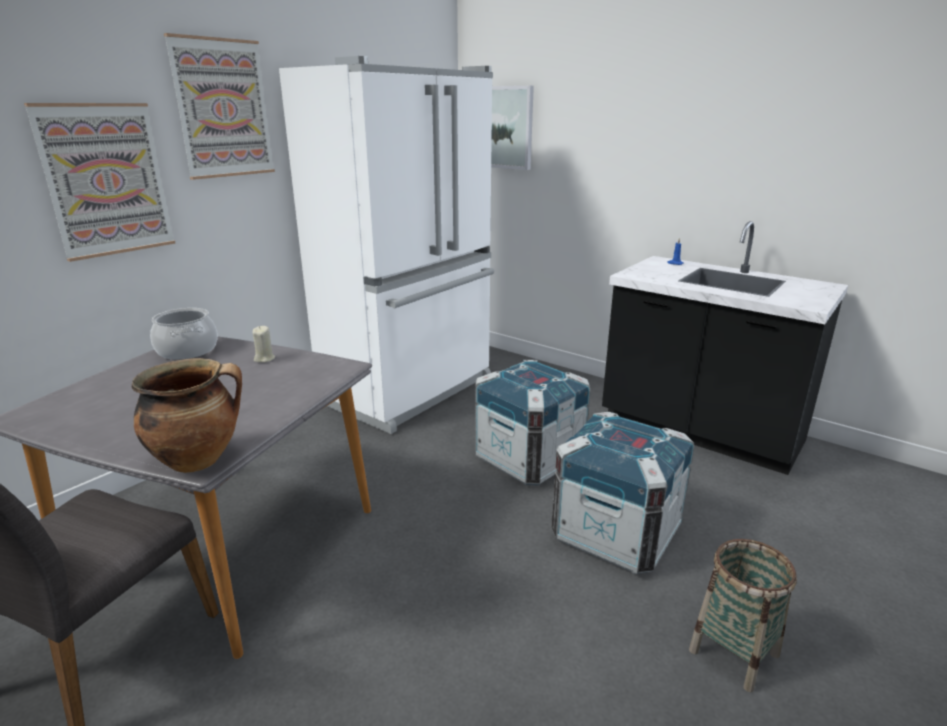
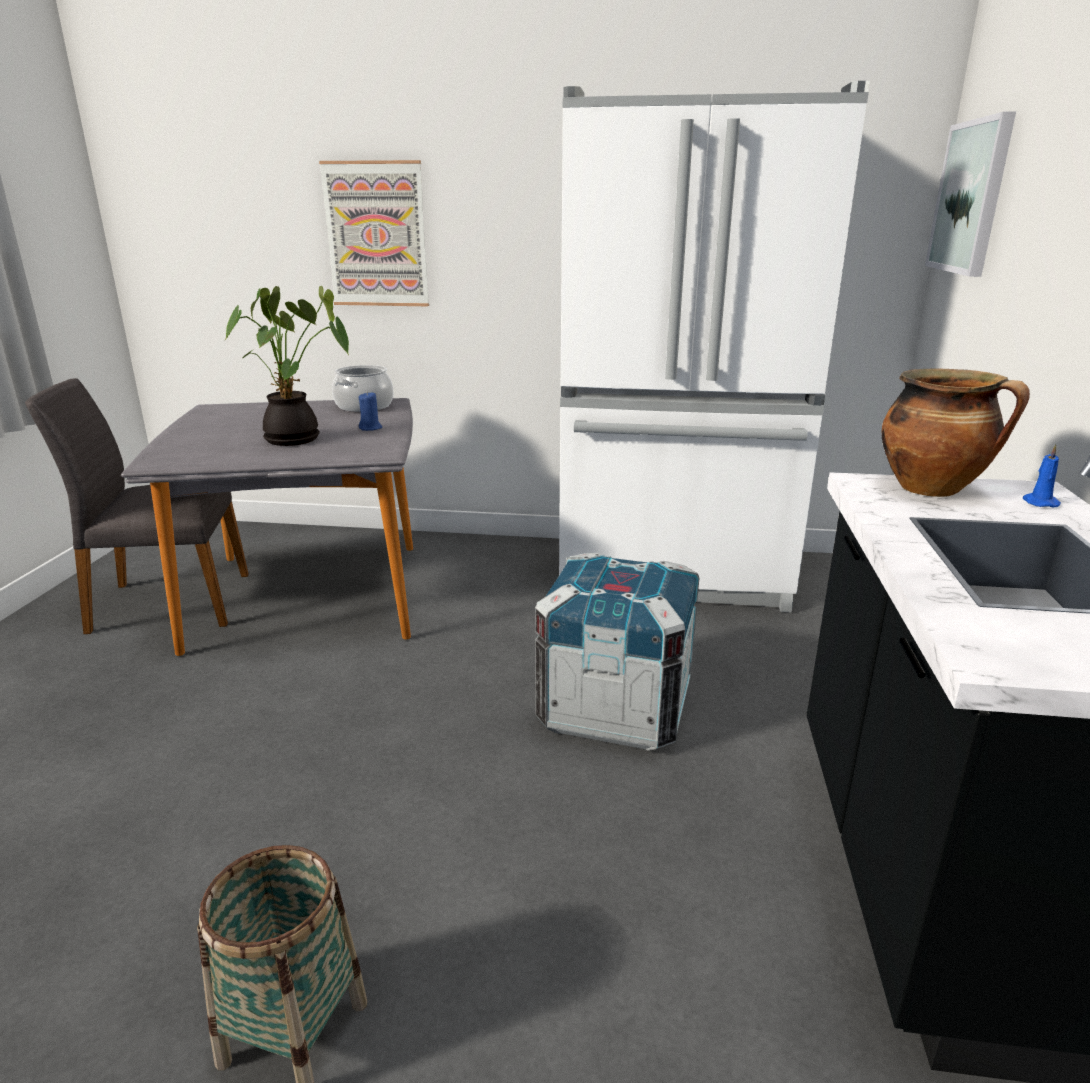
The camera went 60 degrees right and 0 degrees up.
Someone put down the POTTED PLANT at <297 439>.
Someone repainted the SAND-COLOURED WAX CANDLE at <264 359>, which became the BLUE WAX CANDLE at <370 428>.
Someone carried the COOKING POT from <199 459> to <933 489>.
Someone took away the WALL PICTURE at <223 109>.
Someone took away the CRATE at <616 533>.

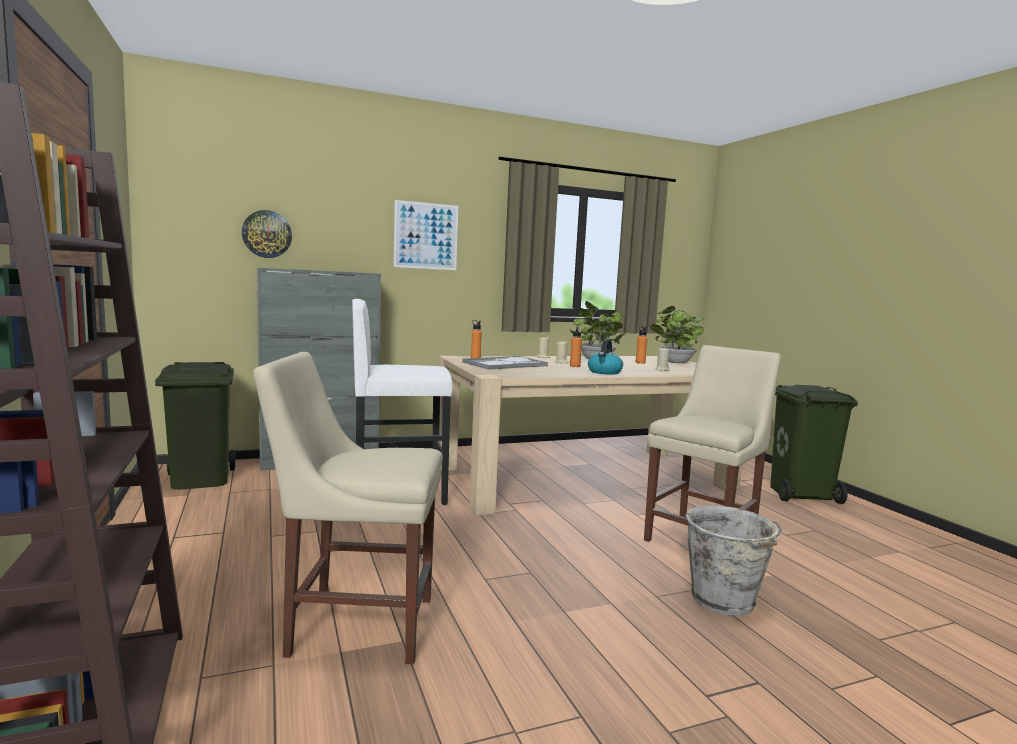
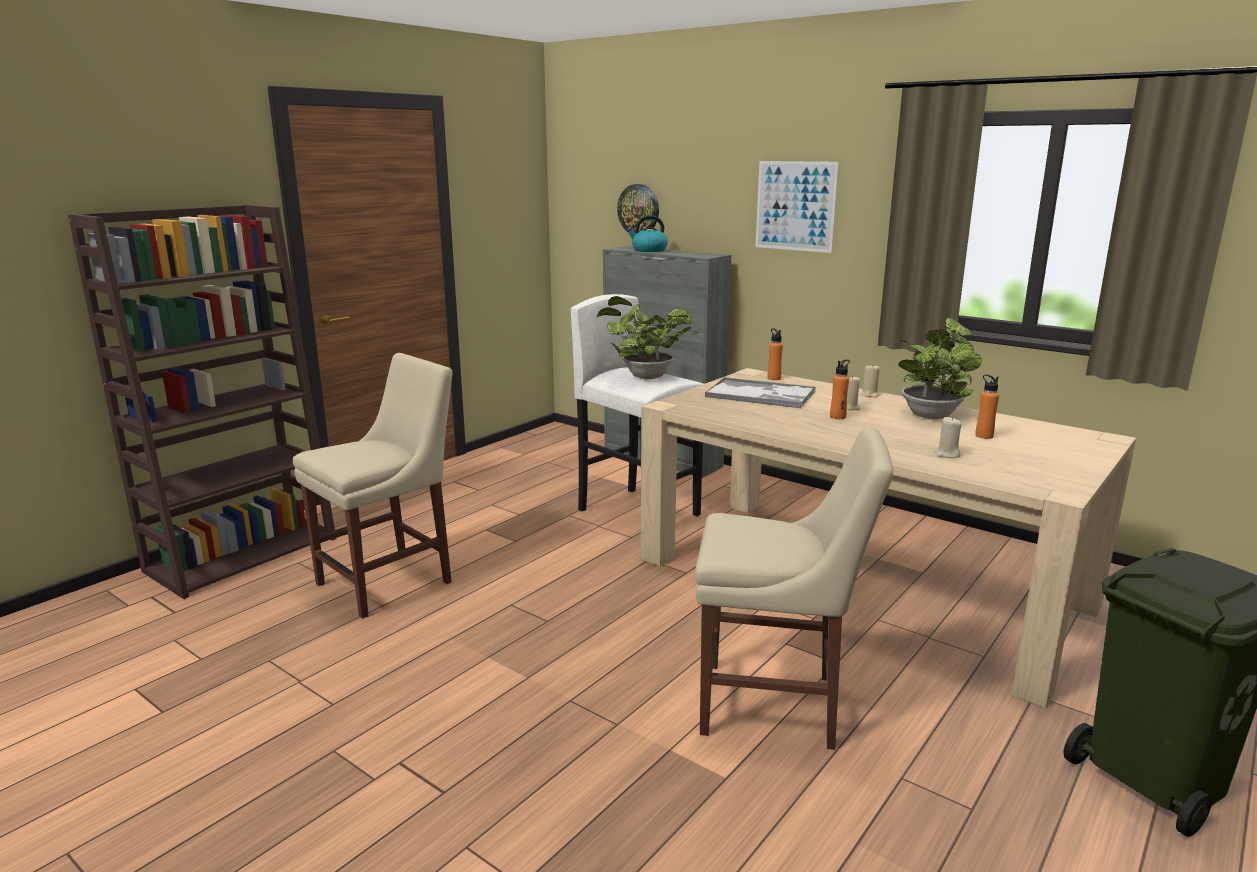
The camera went 60 degrees right and 10 degrees up.
Someone rotated the SAND-COLOURED PLAIN CHAIR at <354 624> by 75 degrees clockwise.
Someone carried the POTTED PLANT from <675 362> to <643 376>.
Someone carried the WATER KETTLE from <604 372> to <648 250>.
Someone took away the GREEN RUBBISH BIN at <199 479>.
Someone took away the GRAY WATER BUCKET at <724 601>.

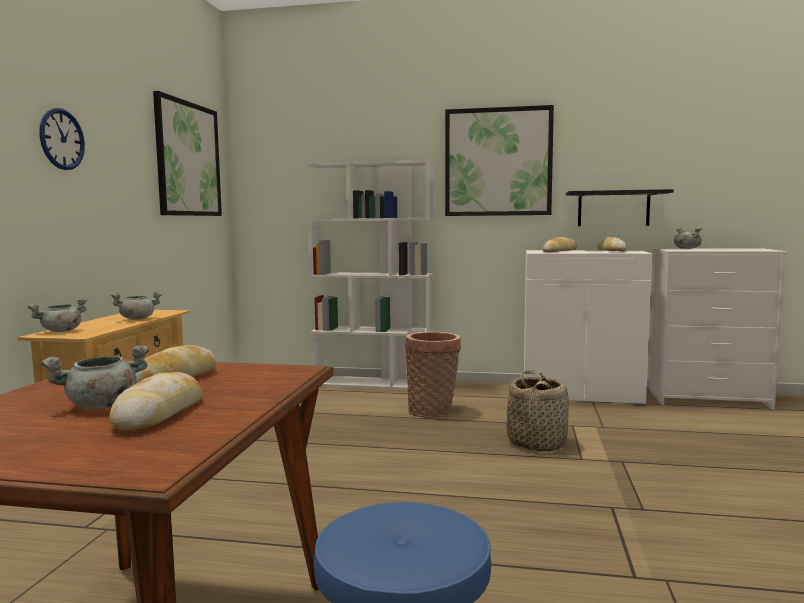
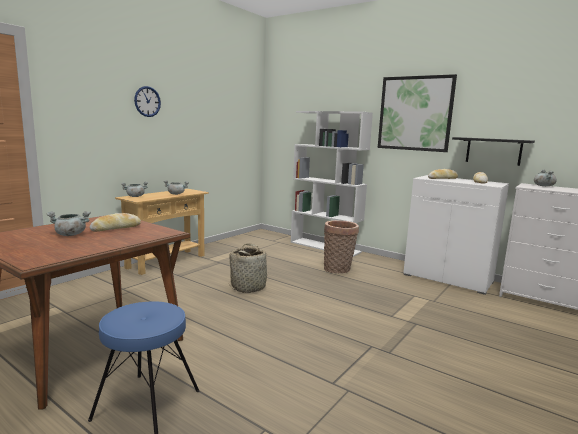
The camera went 25 degrees right and 5 degrees up.
Someone carried the BASKET from <537 442> to <248 287>.
Someone took away the BAKED BREAD at <160 414>.
Someone took away the WALL PICTURE at <188 159>.

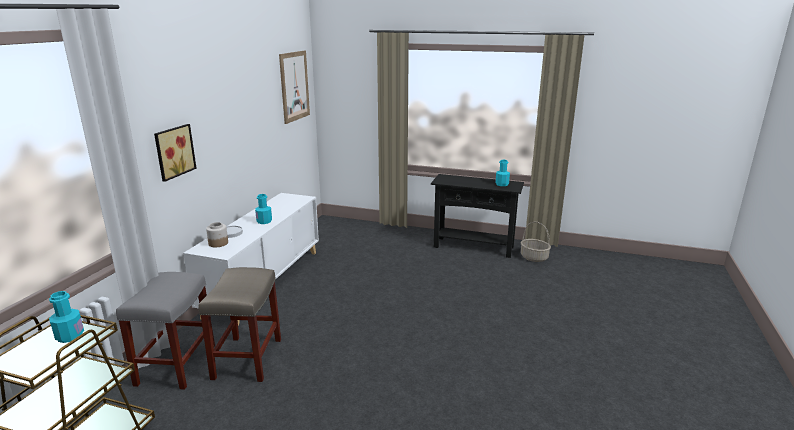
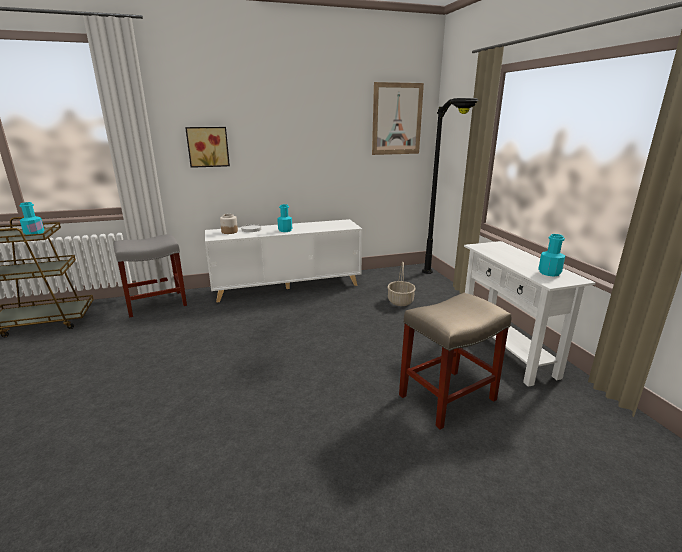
The camera went 55 degrees right and 0 degrees up.
Someone carried the BASKET from <533 257> to <400 301>.
Someone carried the SAND-COLOURED STOOL SEAT from <247 358> to <448 397>.
Someone put down the BLACK-COLOURED STANDARD LAMP at <439 284>.
Someone repainted the BLACK-COLOURED NARROW TABLE at <473 247>, which became the WHITE NARROW TABLE at <506 351>.

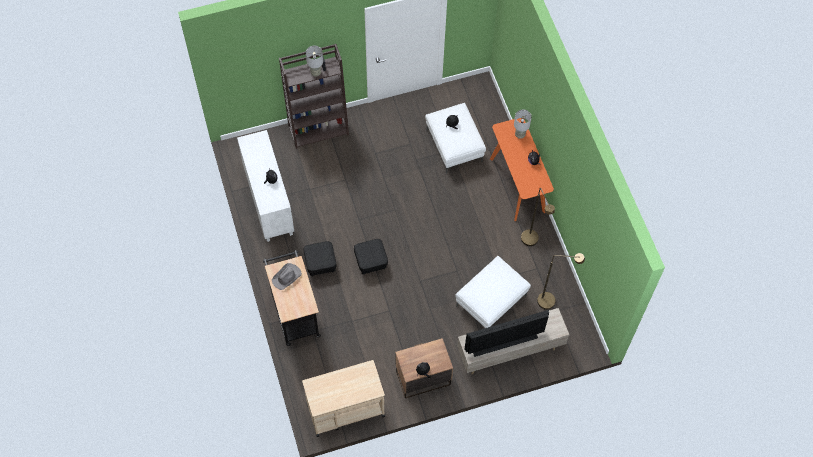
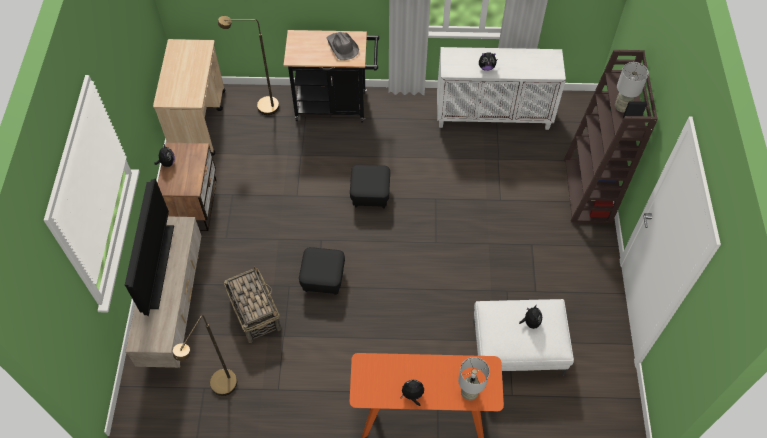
The camera went 110 degrees right and 5 degrees down.
Someone carried the BROWNISH STANDARD LAMP from <532 242> to <261 107>.
Someone swapped the WHITE OTTOMAN at <491 302> for the BASKET at <255 312>.
Someone carried the BLACK-COLOURED OTTOMAN from <320 264> to <323 279>.

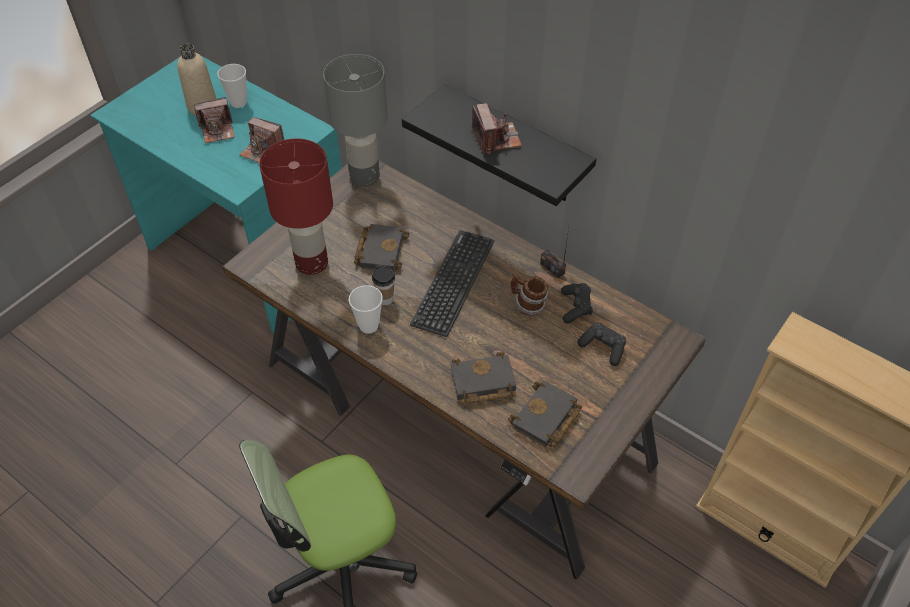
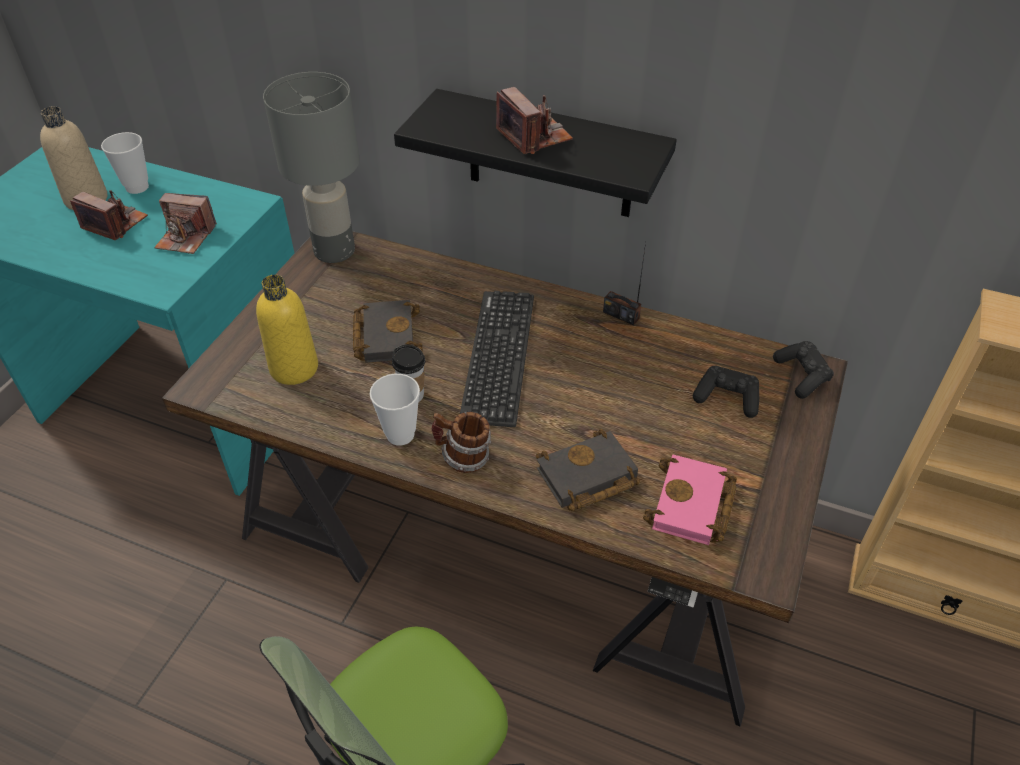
The camera went 15 degrees left and 5 degrees down.
Someone rotated the PHOTO CAMERA at <218 130> by 120 degrees counterclockwise.
Someone swapped the RED-COLOURED LAMP FOR A TABLE at <312 262> for the YELLOW BEVERAGE BOTTLE at <294 368>.
Someone carried the MUG from <527 305> to <463 458>.
Someone repainted the BLACK-COLOURED VOLUME at <546 419>, which became the PINK-COLOURED VOLUME at <692 507>.
Someone carried the BLACK-COLOURED GAME CONTROLLER from <576 307> to <801 376>.

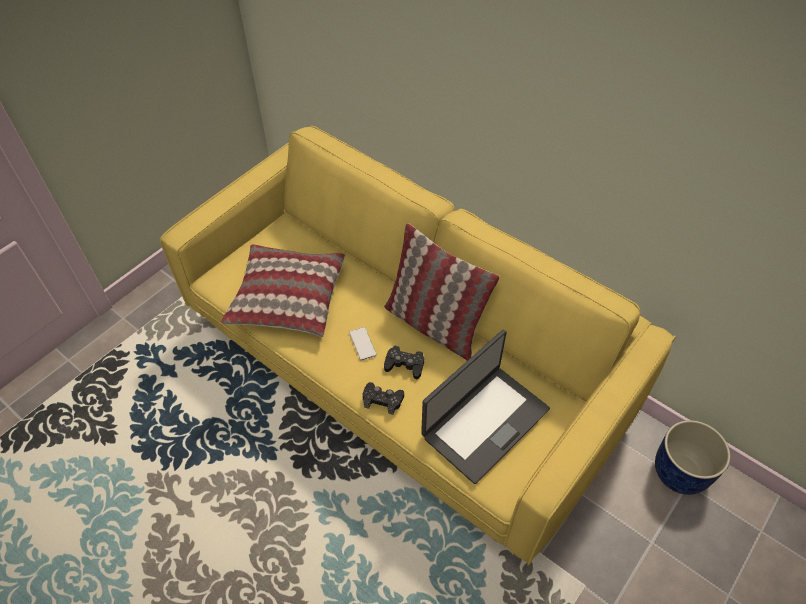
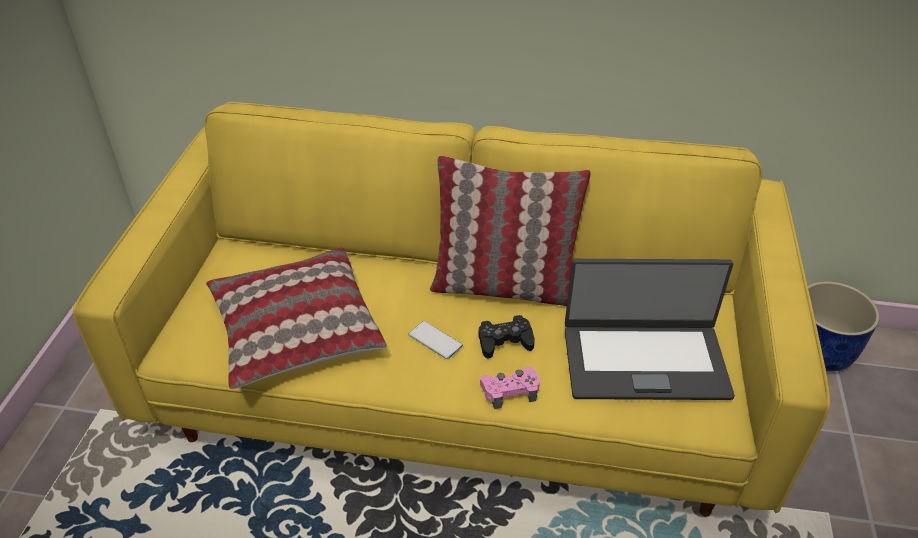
The camera went 30 degrees left and 10 degrees down.
Someone repainted the BLACK-COLOURED GAME CONTROLLER at <382 400>, which became the PINK-COLOURED GAME CONTROLLER at <510 390>.
Someone rotated the PORTABLE COMPUTER at <484 422> by 75 degrees clockwise.

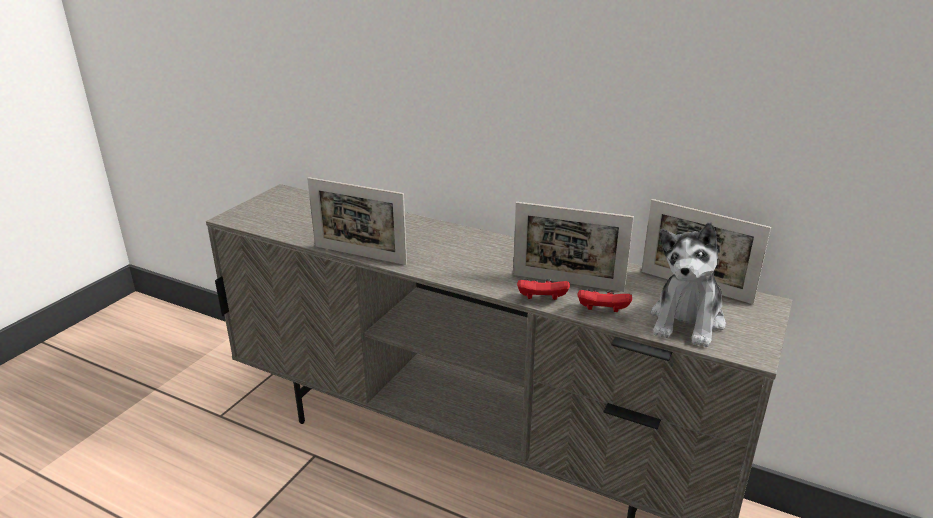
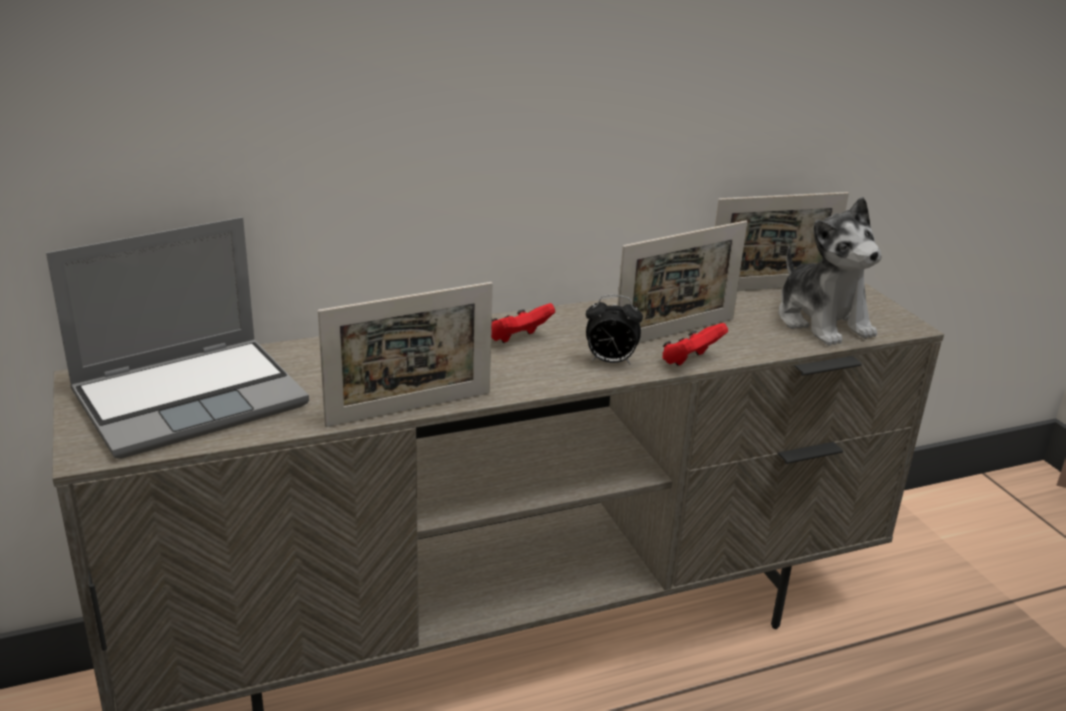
The camera went 50 degrees left and 0 degrees up.
Someone put down the PORTABLE COMPUTER at <192 398>.
Someone carried the RED-COLOURED GAME CONTROLLER from <602 312> to <518 339>.
Someone put down the ALARM CLOCK at <610 362>.

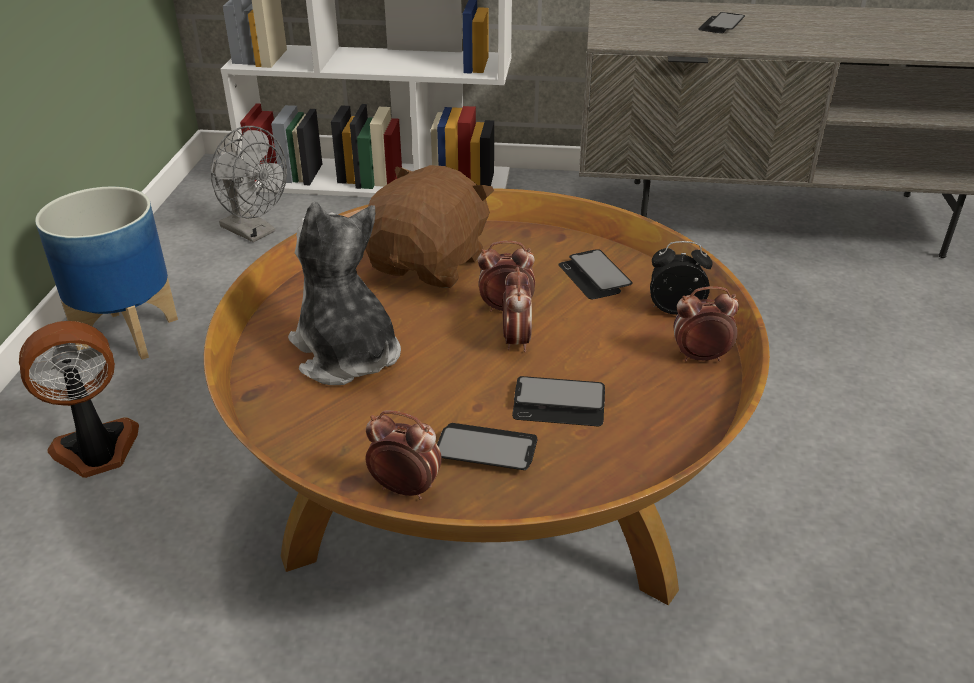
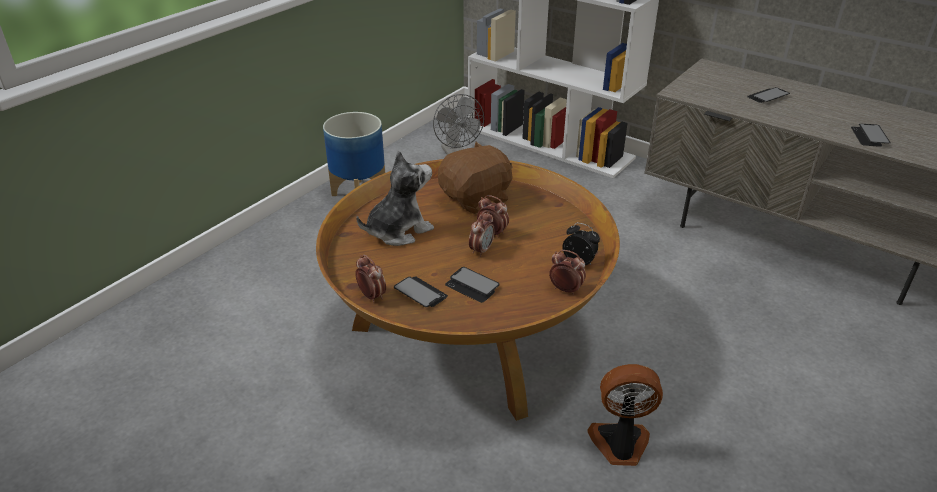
The camera went 30 degrees right and 0 degrees up.
Someone rotated the SOFT TOY at <346 355> by 60 degrees clockwise.
Someone carried the FAN from <97 451> to <620 445>.
Someone carried the HANDSET from <594 276> to <869 136>.

